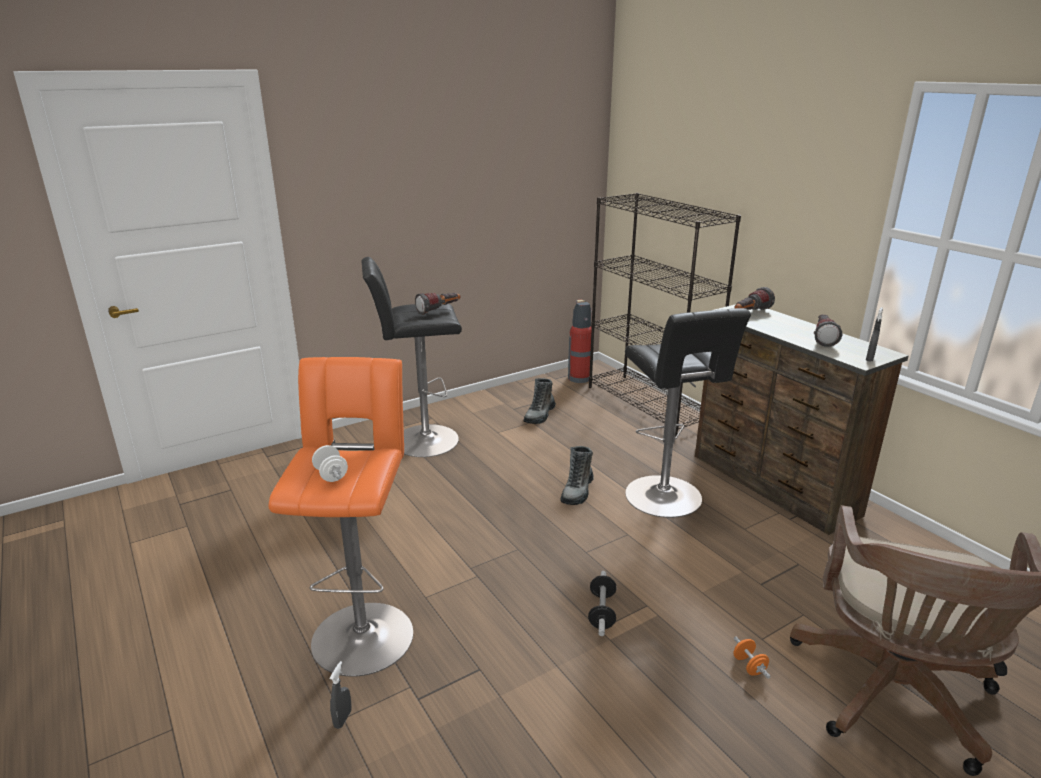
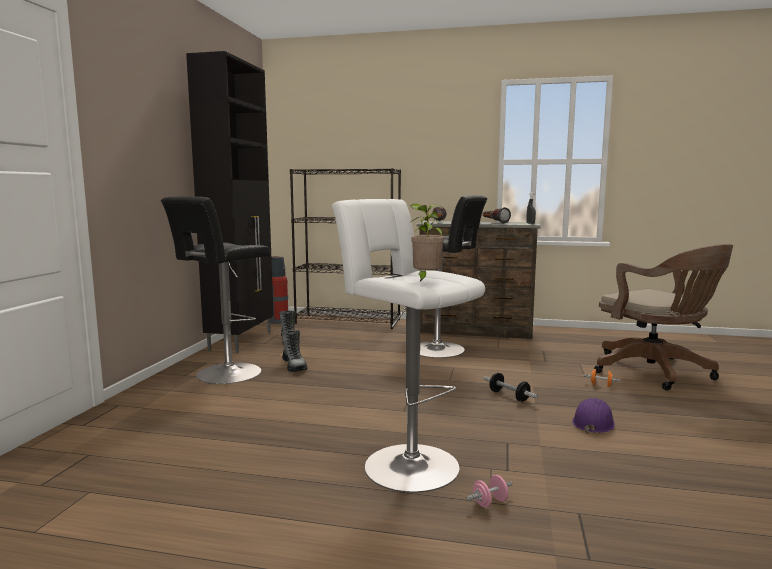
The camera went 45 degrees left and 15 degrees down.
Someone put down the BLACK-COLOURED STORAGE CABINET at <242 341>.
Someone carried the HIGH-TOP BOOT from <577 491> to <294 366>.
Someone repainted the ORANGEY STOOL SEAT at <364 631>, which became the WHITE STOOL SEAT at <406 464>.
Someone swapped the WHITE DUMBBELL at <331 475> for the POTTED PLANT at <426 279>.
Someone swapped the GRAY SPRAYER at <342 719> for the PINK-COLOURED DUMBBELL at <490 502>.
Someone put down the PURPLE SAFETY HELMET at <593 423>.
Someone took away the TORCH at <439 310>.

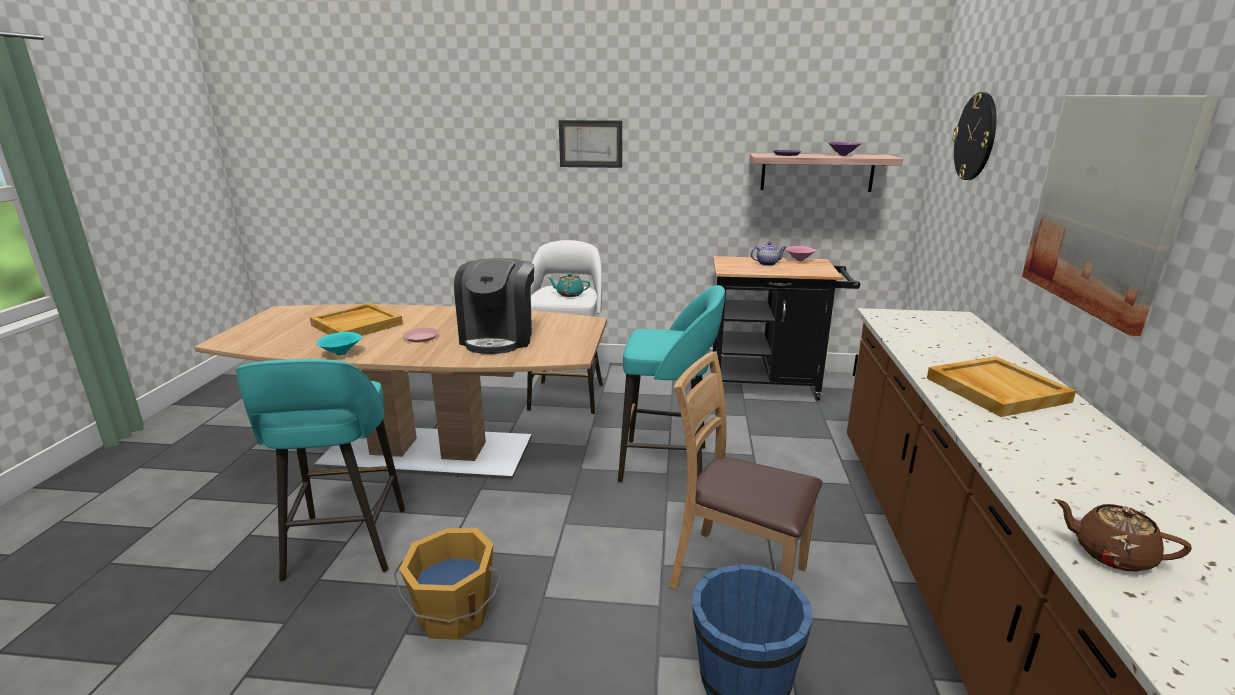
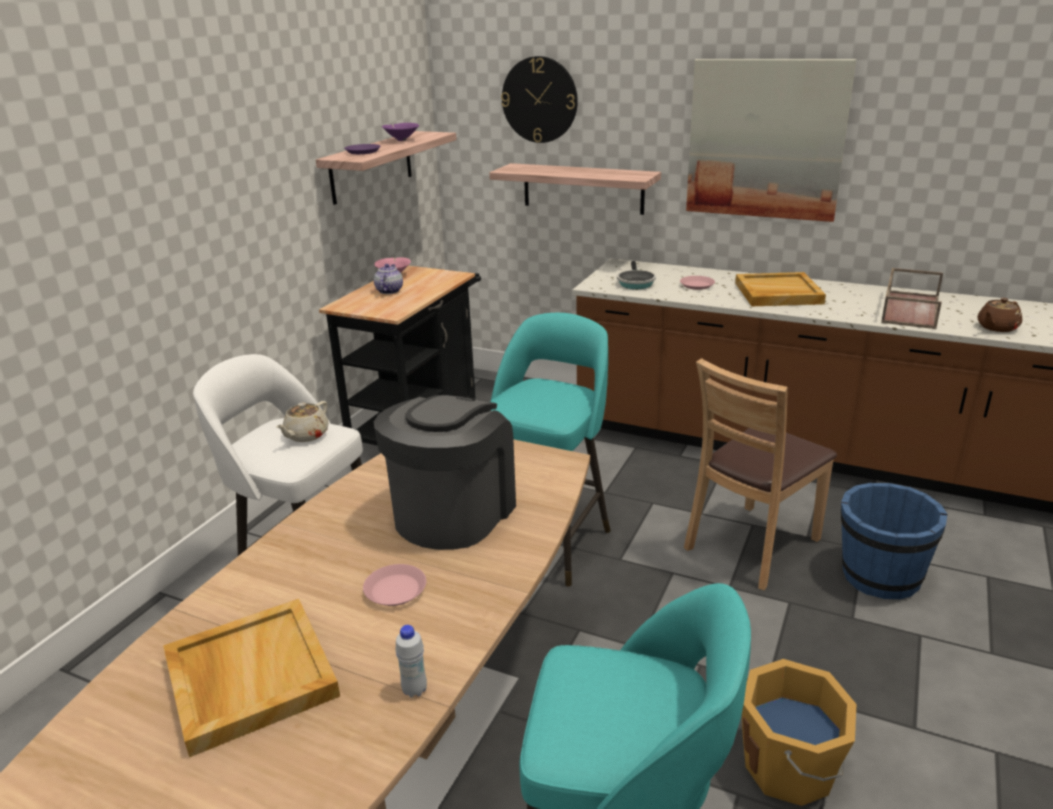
The camera went 70 degrees left and 5 degrees up.
Someone repainted the BLUE-GREEN POT FOR TEA at <569 294>, which became the SAND-COLOURED POT FOR TEA at <306 435>.
Someone rotated the COFFEE MACHINE at <499 338> by 90 degrees counterclockwise.
Someone swapped the BLUE-GREEN BOWL at <342 353> for the WHITE BEVERAGE BOTTLE at <414 690>.
Someone put up the SHELF at <583 188>.
Someone put down the FRYING PAN at <635 283>.
Someone put down the PINK-COLOURED FLAT DISH at <697 285>.
Someone put down the BROWNISH CARRYING TRAY at <909 309>.
Someone took away the WALL PICTURE at <590 144>.

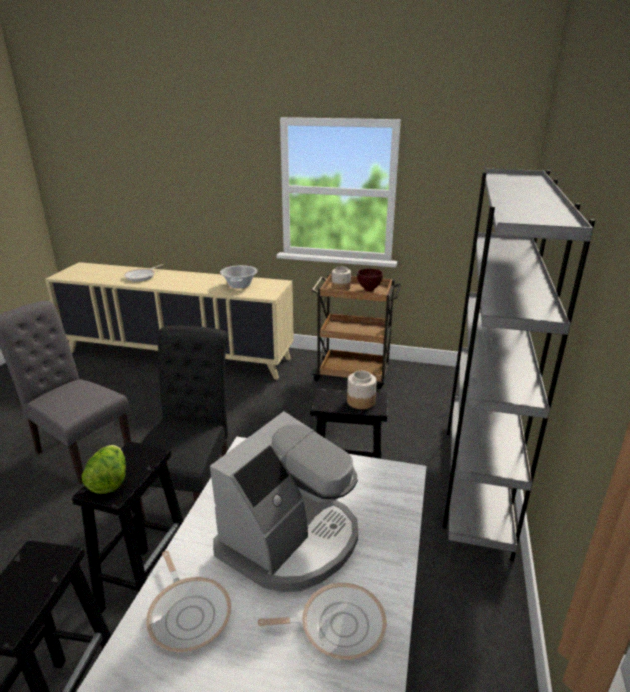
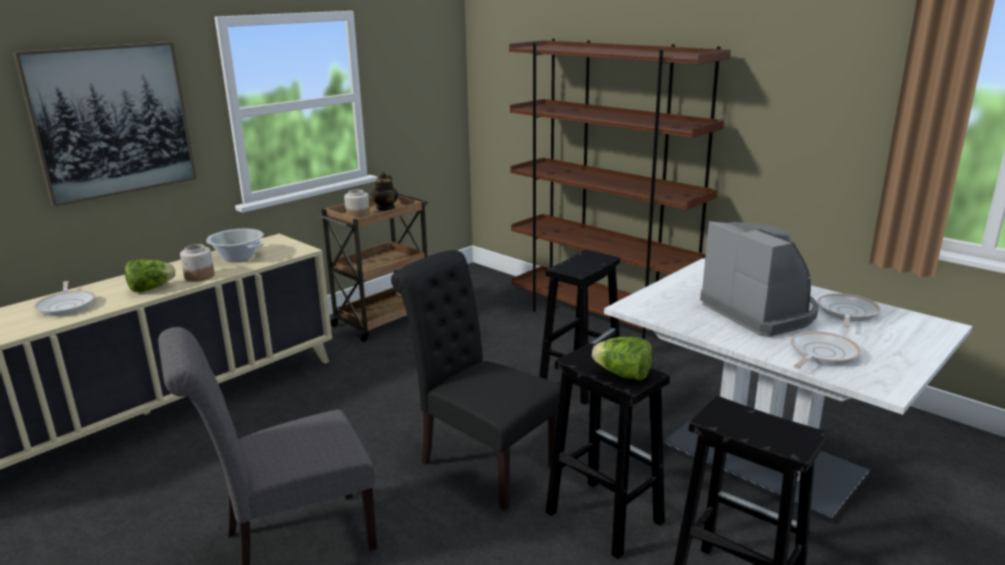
The camera went 60 degrees left and 5 degrees down.
Someone put up the WALL PICTURE at <112 121>.
Someone put down the LETTUCE HEAD at <151 289>.
Someone carried the JAR from <360 401> to <199 276>.
Someone swapped the BROWNISH BOWL at <369 290> for the POT FOR TEA at <386 208>.
Someone repainted the GRAY SHELVING UNIT at <475 480>, which became the BROWNISH SHELVING UNIT at <602 321>.
Someone rotated the FRYING PAN at <189 613> by 45 degrees counterclockwise.

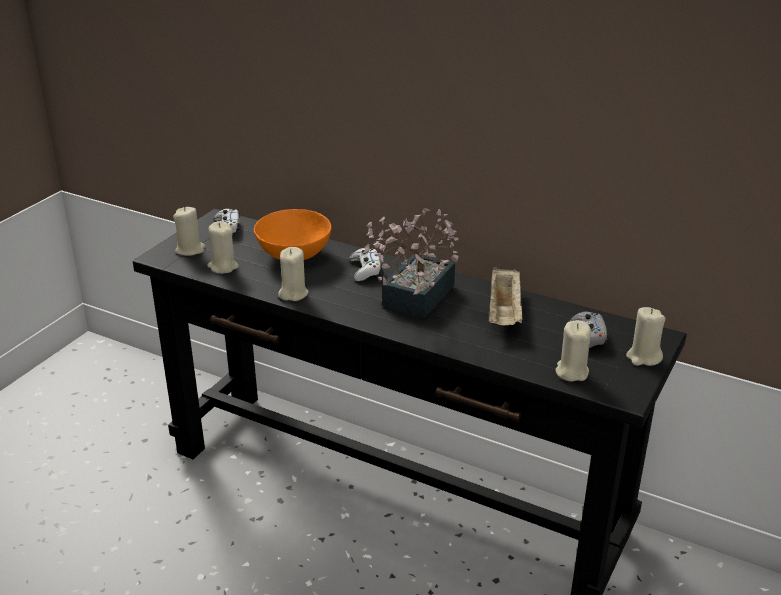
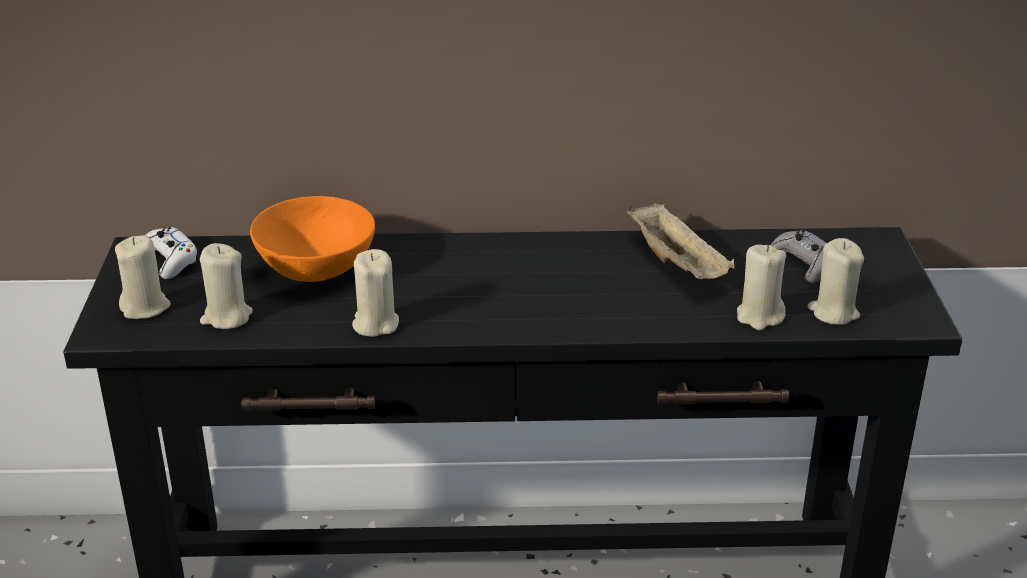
The camera went 30 degrees left and 0 degrees up.
Someone carried the SAND-COLOURED WAX CANDLE from <643 357> to <759 316>.
Someone took away the WHITE GAME CONTROLLER at <365 269>.
Someone took away the POTTED PLANT at <413 300>.

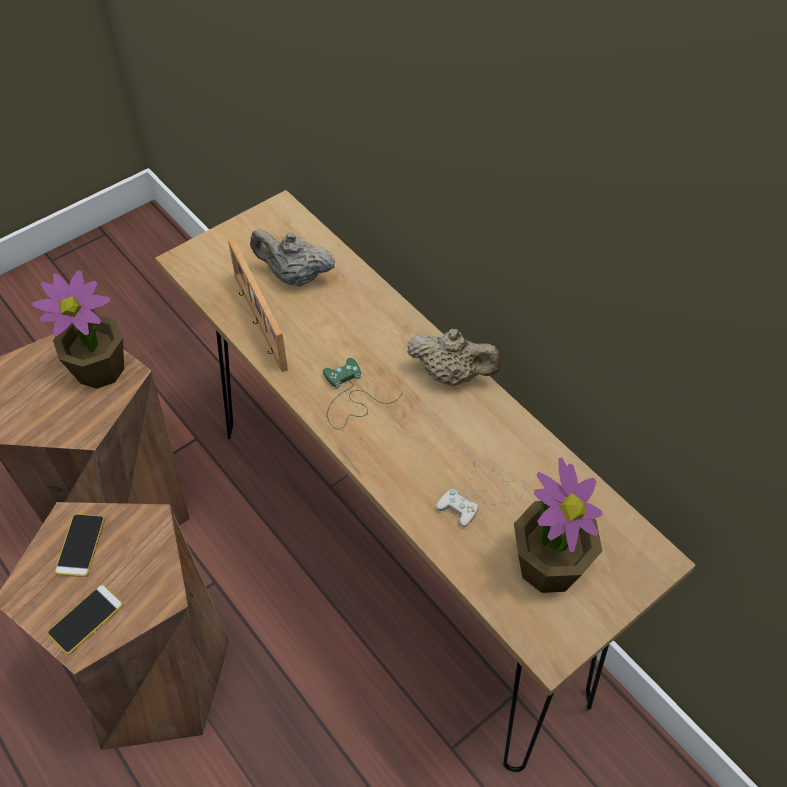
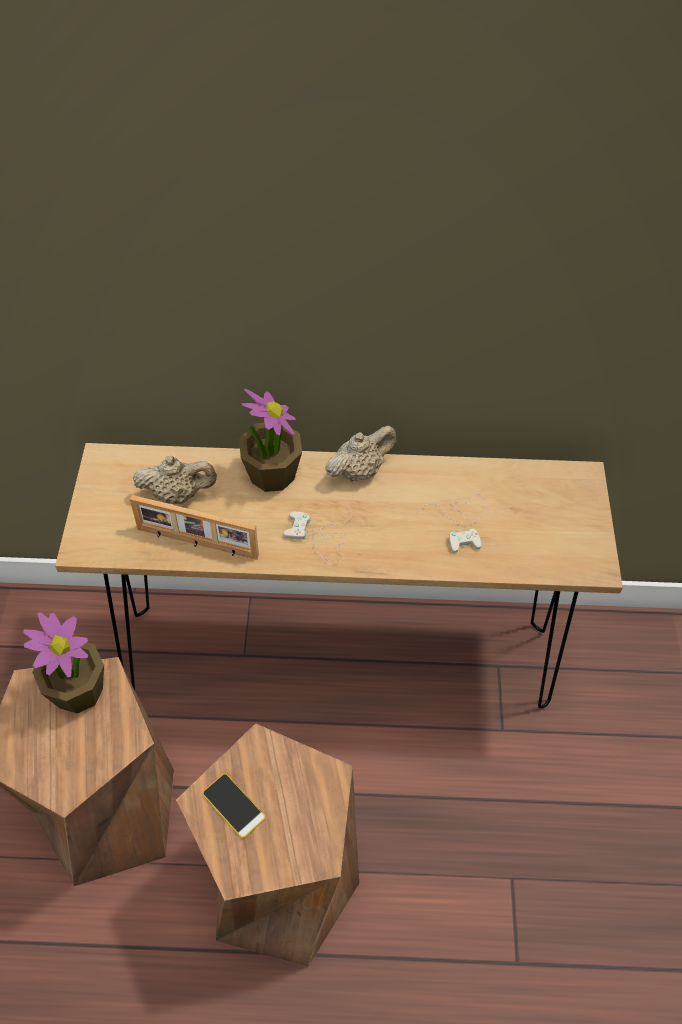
The camera went 50 degrees left and 0 degrees up.
Someone rotated the SAND-COLOURED POT FOR TEA at <294 276> by 150 degrees counterclockwise.
Someone carried the POTTED PLANT from <548 565> to <272 474>.
Someone repainted the GREEN GAME CONTROLLER at <351 398>, which became the WHITE GAME CONTROLLER at <321 536>.
Someone took away the HANDSET at <86 619>.

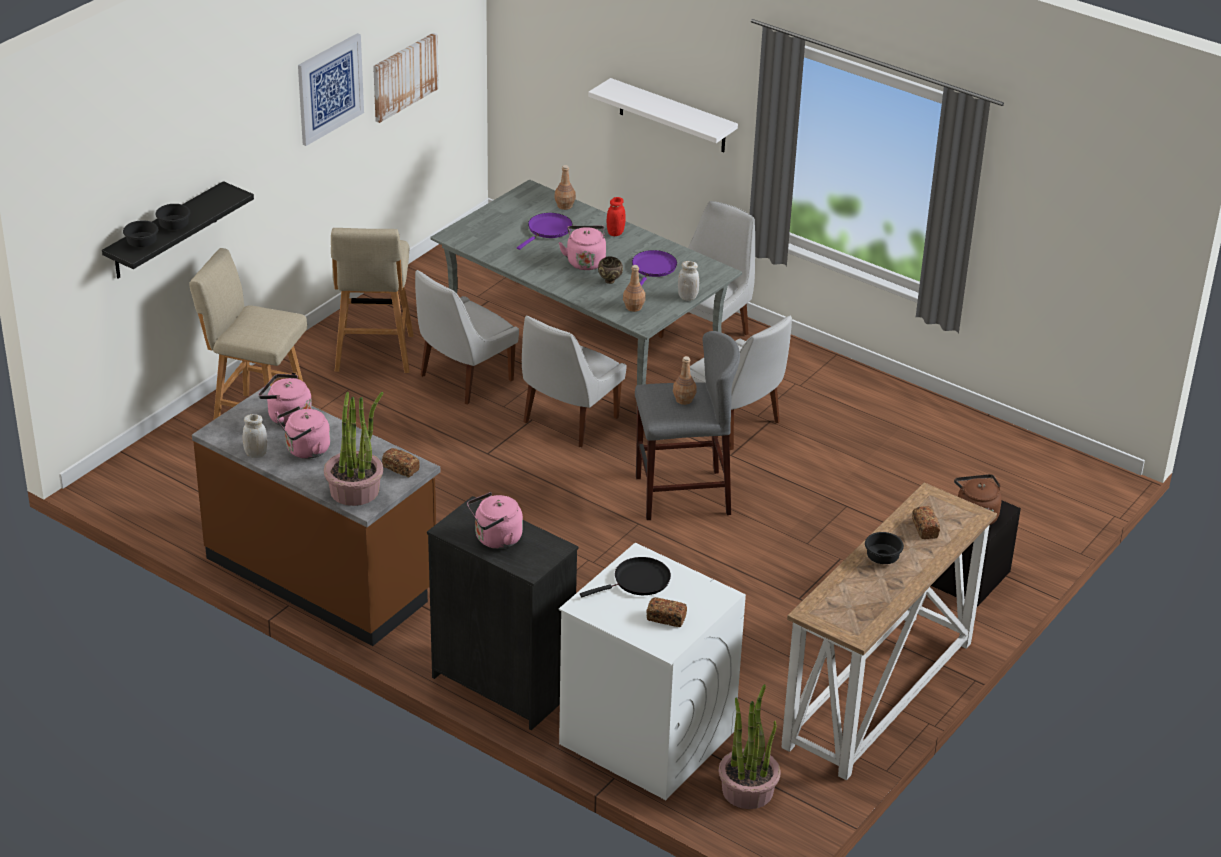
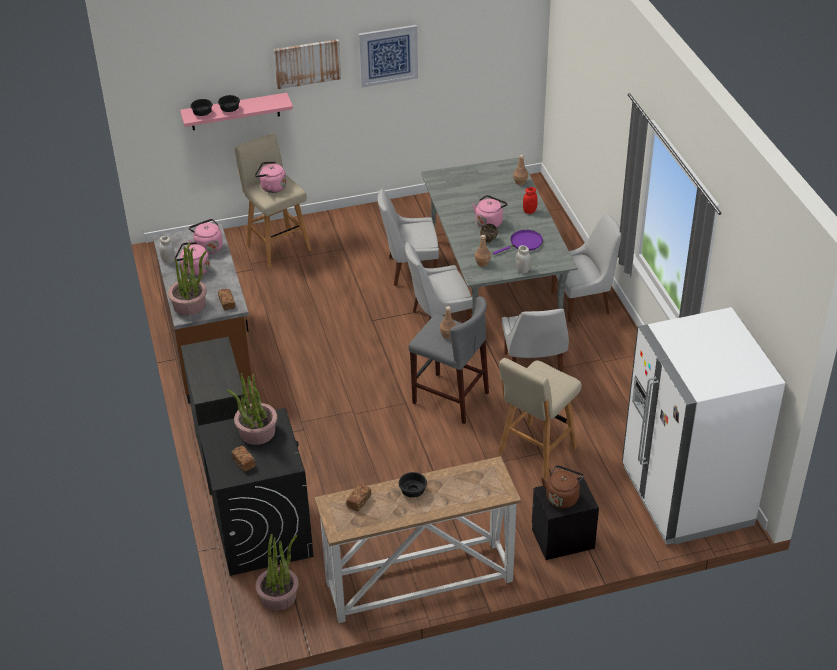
The camera went 40 degrees right and 5 degrees up.
Someone repainted the BLACK-COLOURED SHELF at <165 231>, which became the PINK-COLOURED SHELF at <235 111>.
Someone repainted the WHITE LAUNDRY MACHINE at <646 737>, which became the BLACK-COLOURED LAUNDRY MACHINE at <262 532>.
Someone swapped the BLACK-COLOURED FRYING PAN at <638 581> for the POTTED PLANT at <257 432>.
Someone carried the PINK-COLOURED WATER KETTLE from <495 539> to <271 187>.
Someone carried the WALL PICTURE from <404 76> to <307 63>.
Someone carried the BAKED BREAD from <924 528> to <359 501>.
Someone carried the SAND-COLOURED STOOL SEAT from <374 355> to <535 452>.
Someone put down the WHITE KITCHEN FRIDGE at <686 496>.
Someone took away the PURPLE FRYING PAN at <548 230>.
Someone took away the WHITE SHELF at <672 116>.

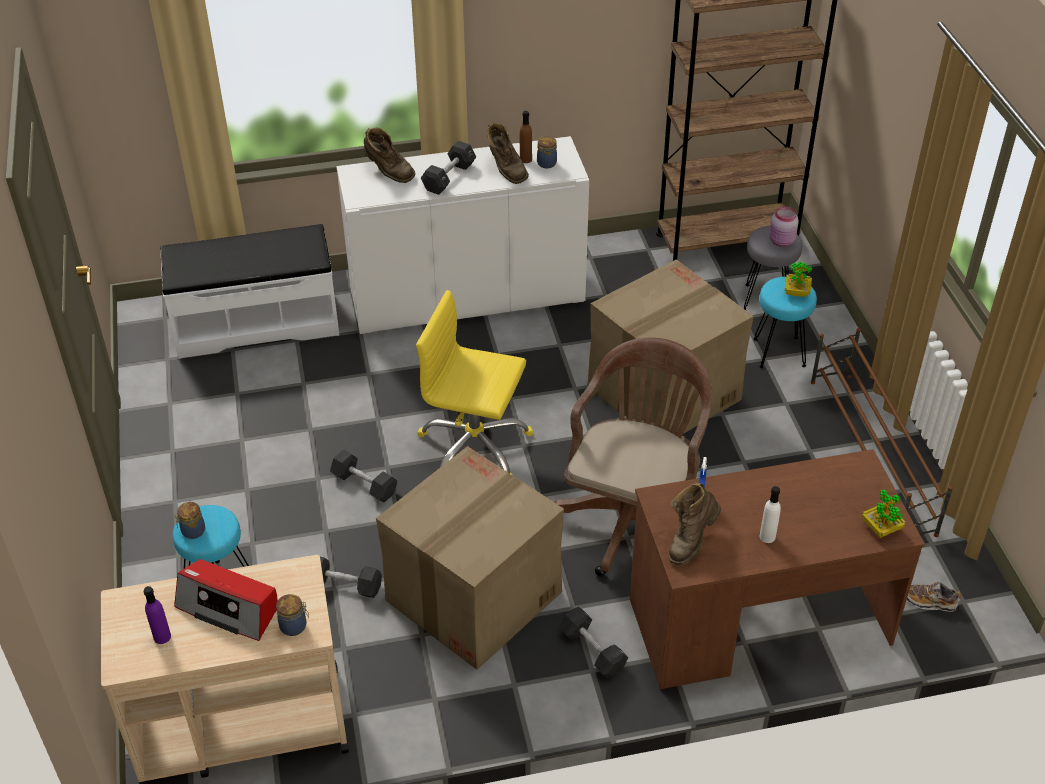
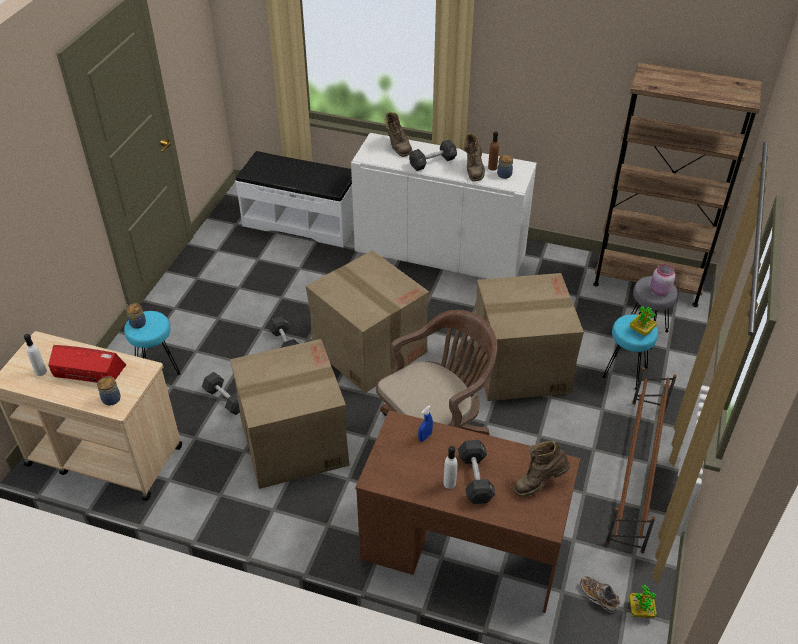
The camera went 30 degrees right and 0 degrees up.
Someone repainted the PURPLE BEVERAGE BOTTLE at <162 637>, which became the WHITE BEVERAGE BOTTLE at <41 371>.
Someone rotated the RADIO at <229 608> by 135 degrees clockwise.
Someone swapped the YELLOW DESK CHAIR at <474 447> for the PACKING BOX at <369 349>.
Someone carried the BLACK-COLOURED DUMBBELL from <592 650> to <475 478>.
Someone carried the BROWNISH HIGH-TOP BOOT from <690 541> to <539 483>.
Someone carried the POTTED PLANT from <881 528> to <640 610>.

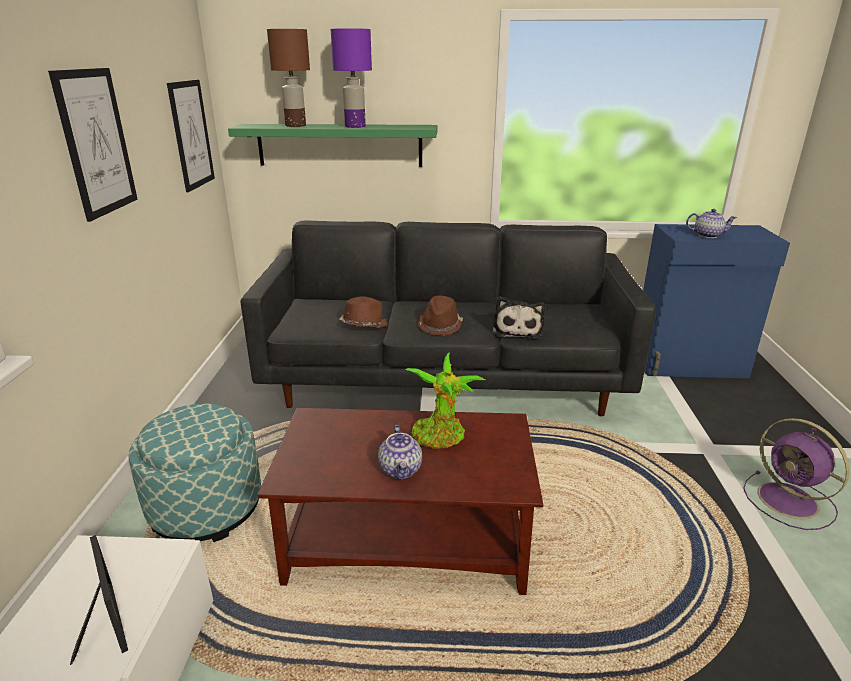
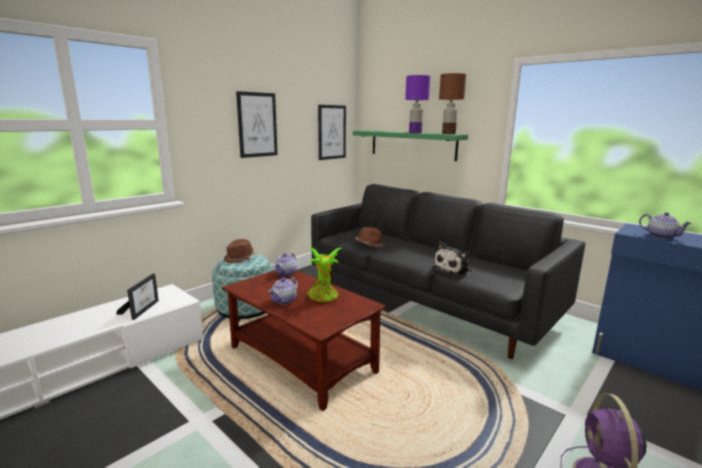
The camera went 40 degrees right and 10 degrees down.
Someone carried the BROWNISH WEARABLE HAT from <440 326> to <240 258>.
Someone put down the POT FOR TEA at <286 273>.
Someone carried the BROWNISH LAMP FOR A TABLE from <296 125> to <449 134>.

